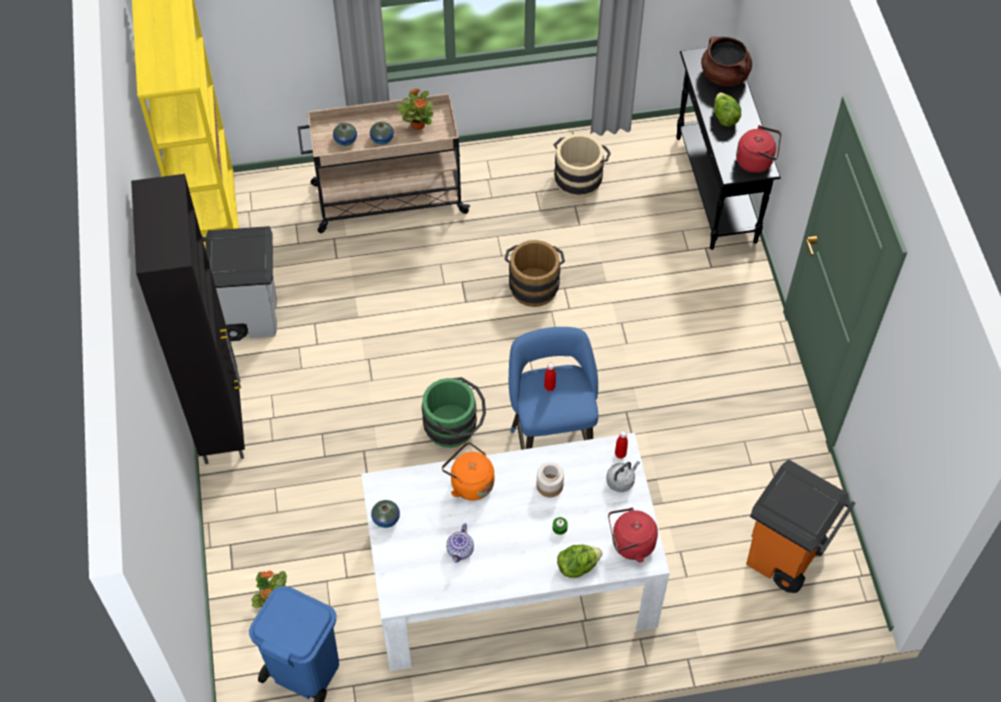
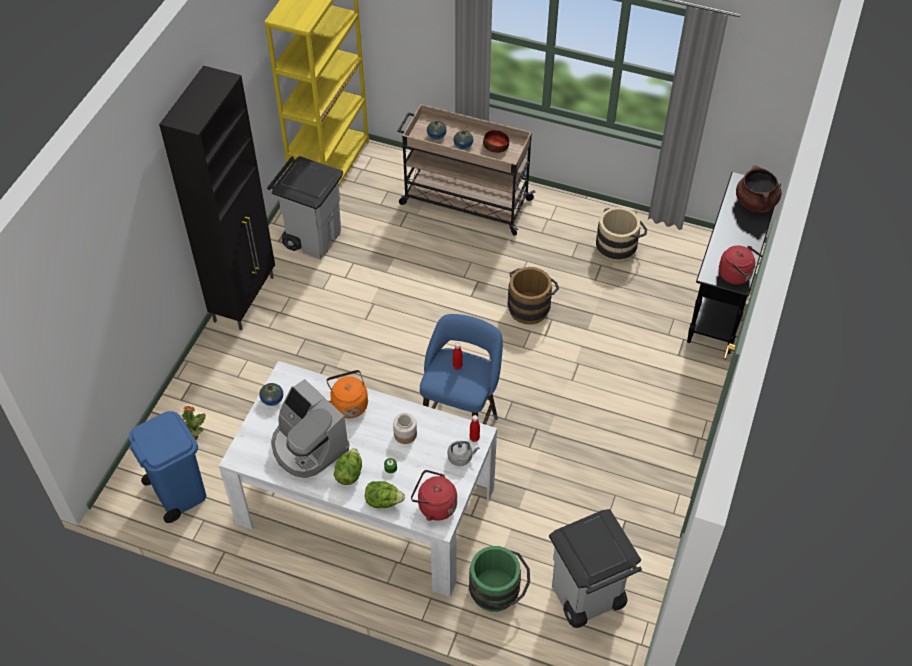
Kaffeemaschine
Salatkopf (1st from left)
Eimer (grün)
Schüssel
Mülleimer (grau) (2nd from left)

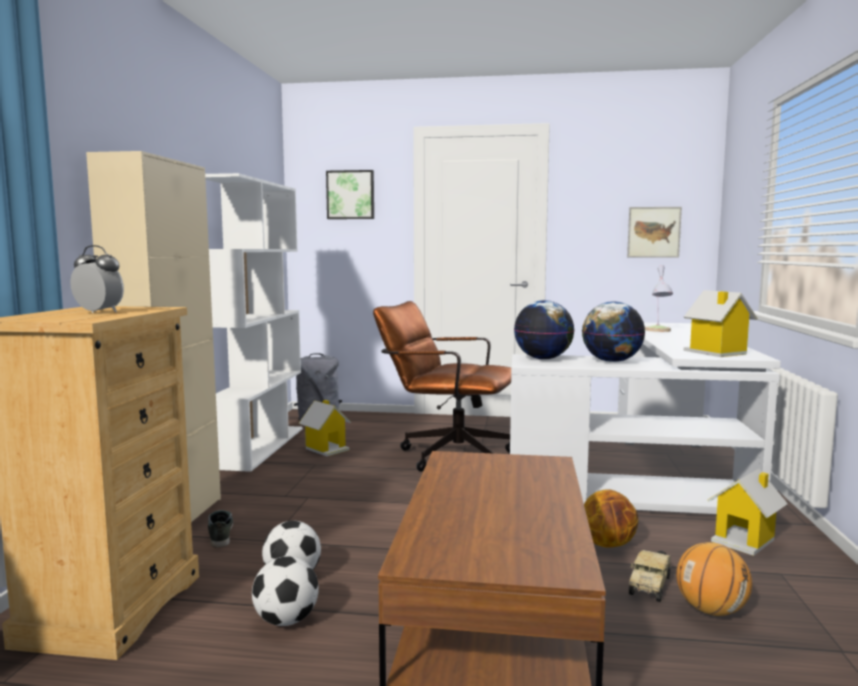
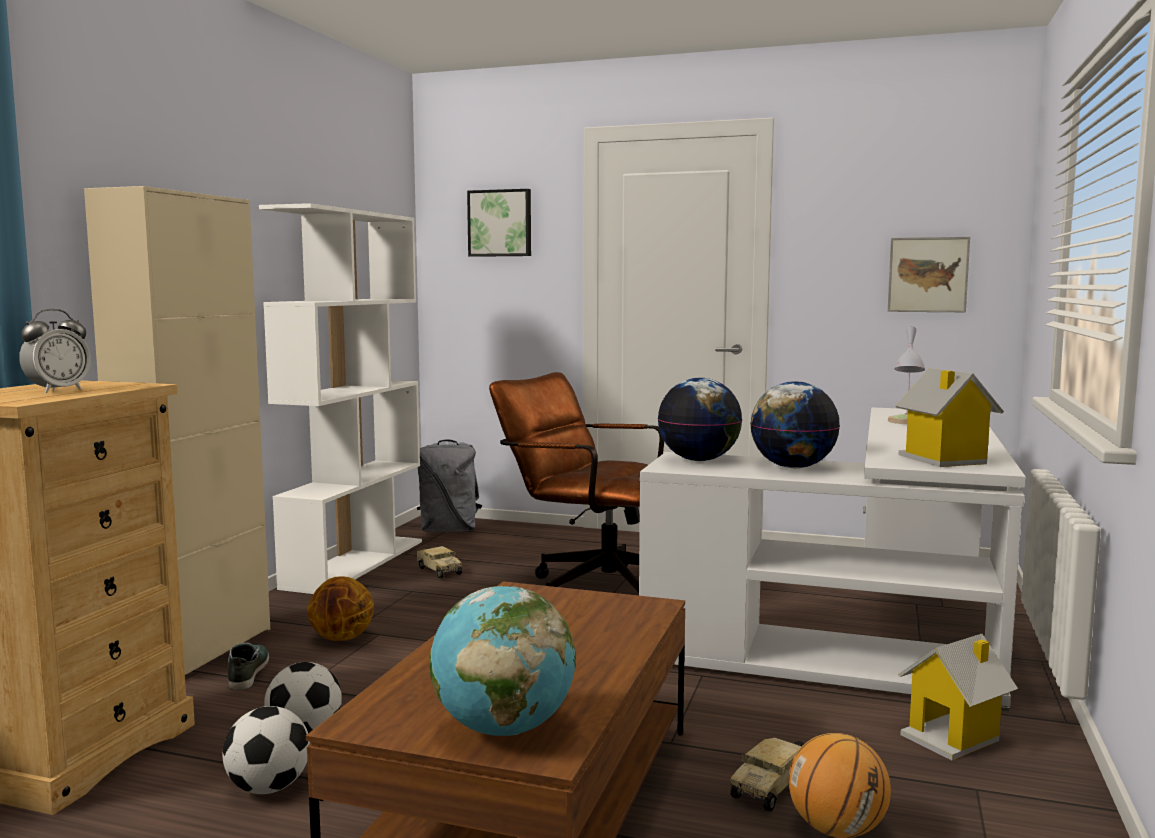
Wecker
Basketball (1st from left)
Spielzeuglaster (1st from left)
Globus (1st from left)

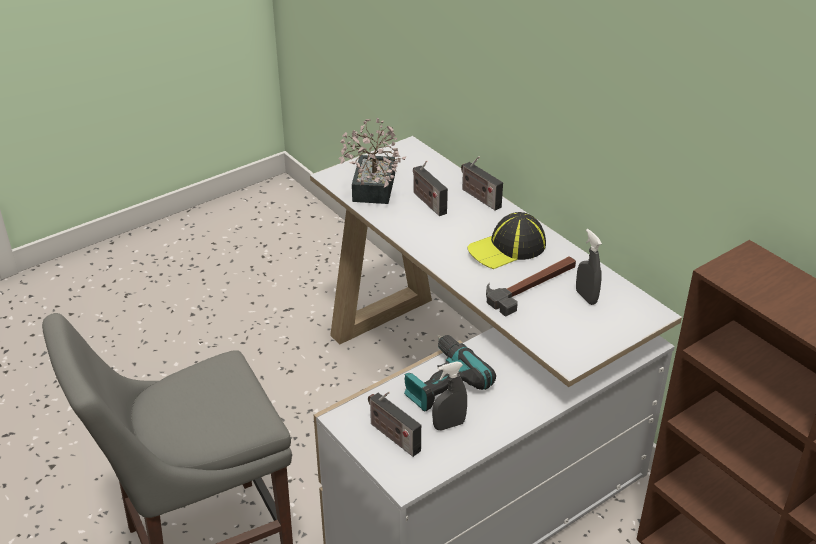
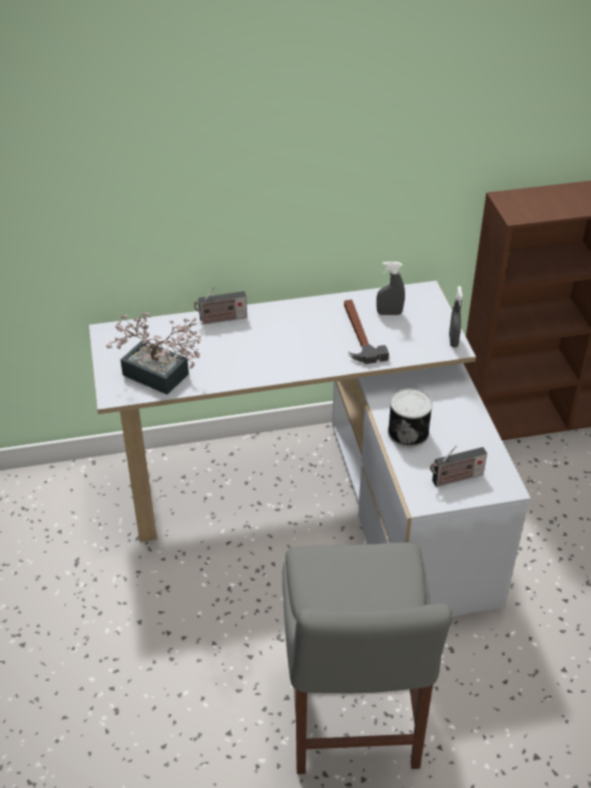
Dose
Sprühflasche (grau) (2nd from left)
Radio (2nd from left in the first image)
Kappe

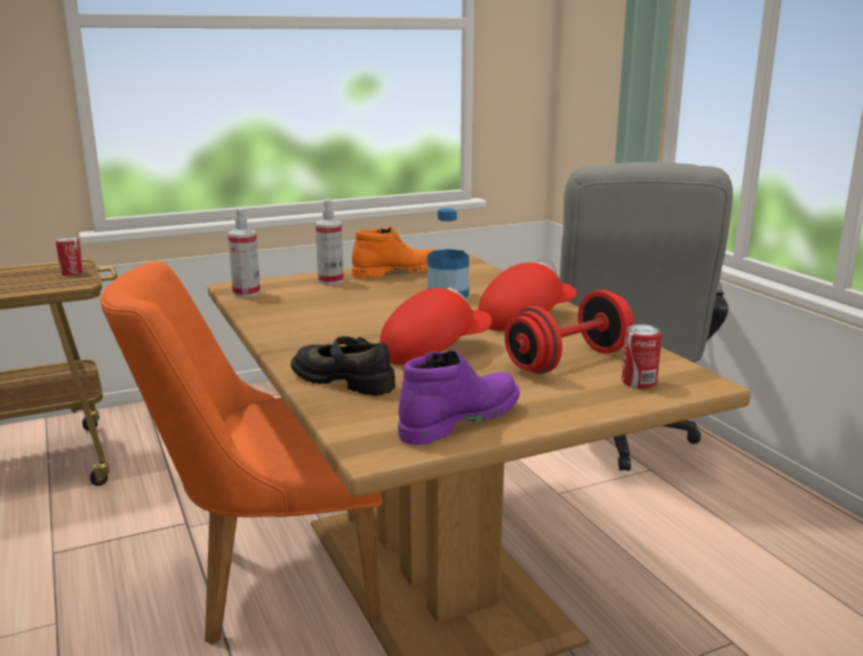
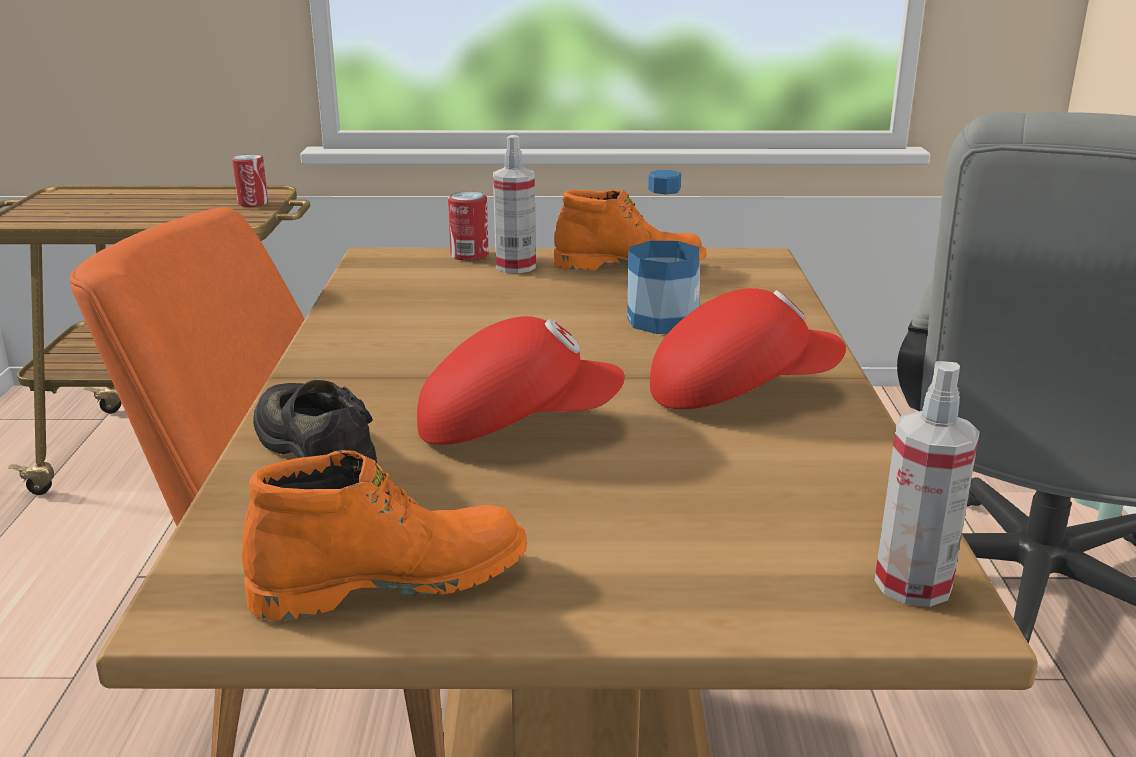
Stiefel (orange) (1st from left)
Dose (2nd from left)
Sprühflasche (2nd from left)
Hantel (rot)

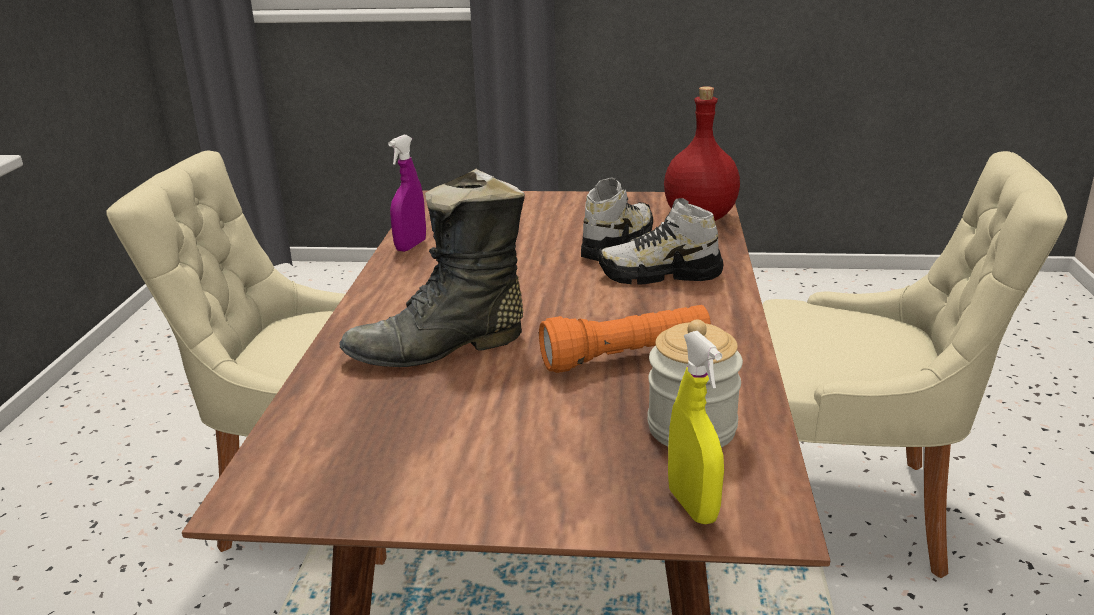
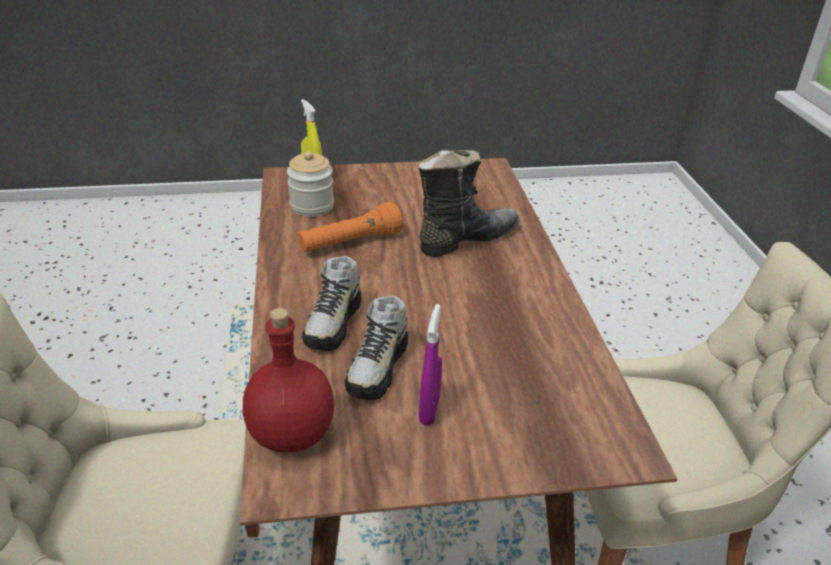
Schuh (1st from left)
Sprühflasche (lila)

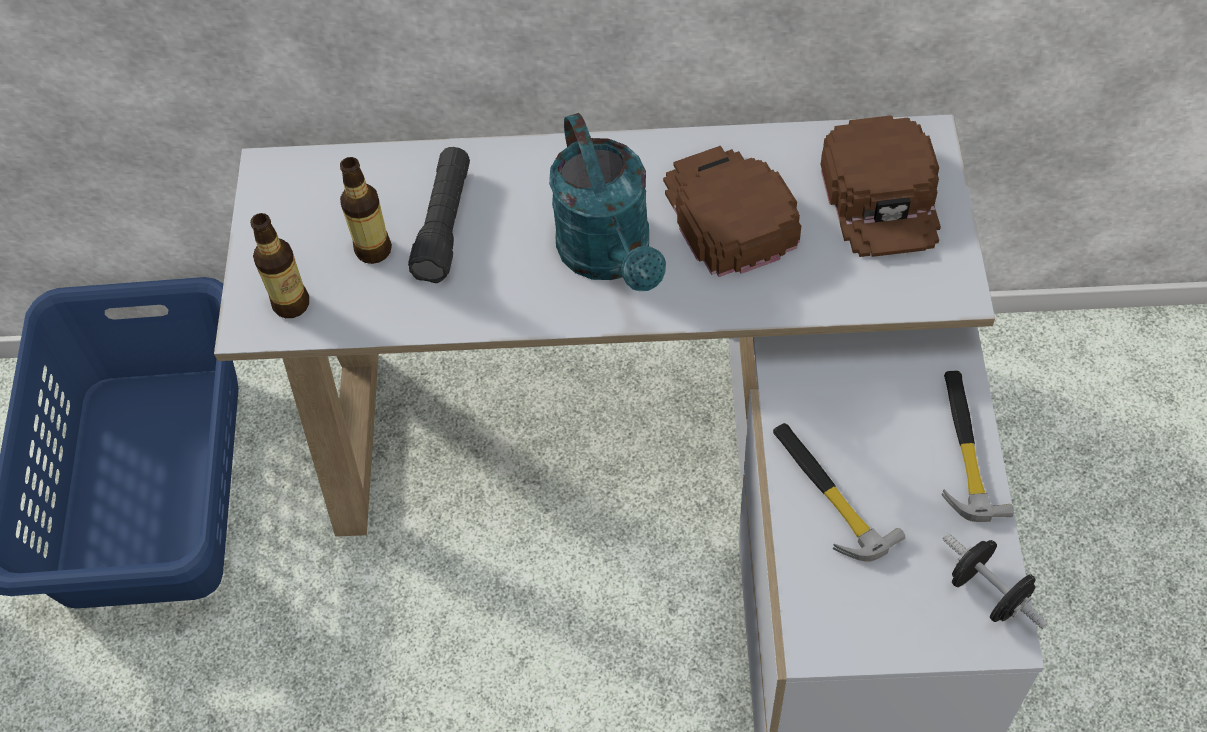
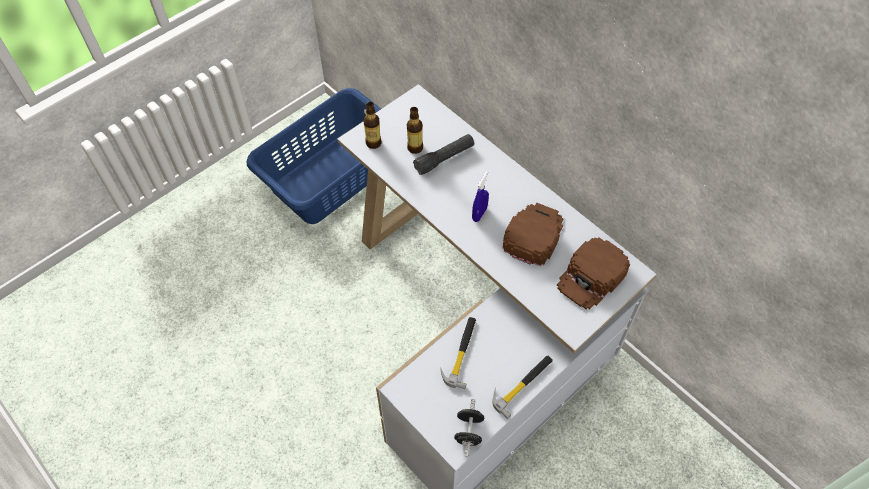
Sprühflasche (blau)

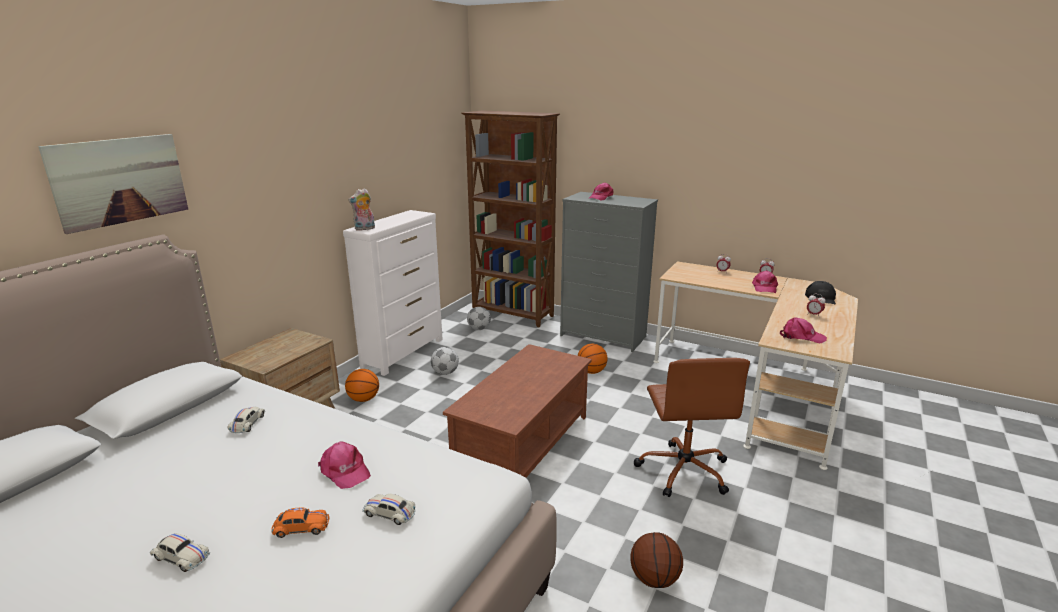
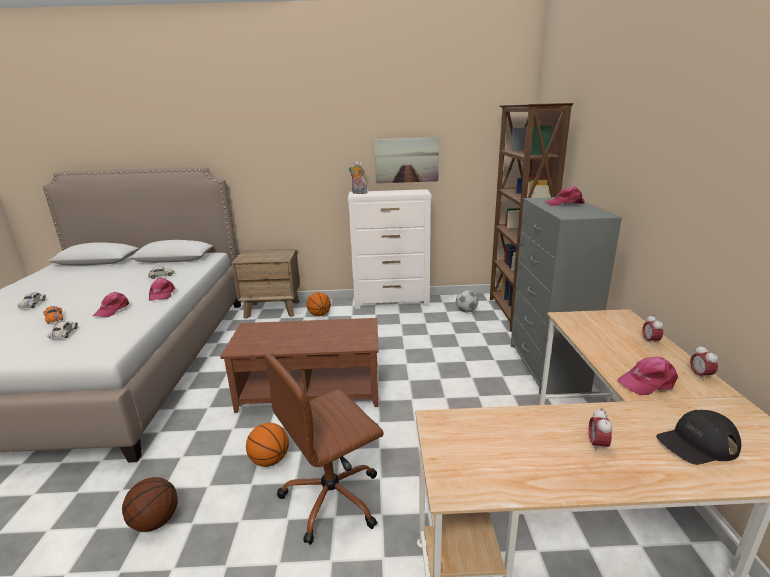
Kappe (rosa) (2nd from left)
Basketball (2nd from left)
Bild
Fußball (1st from left in the first image)

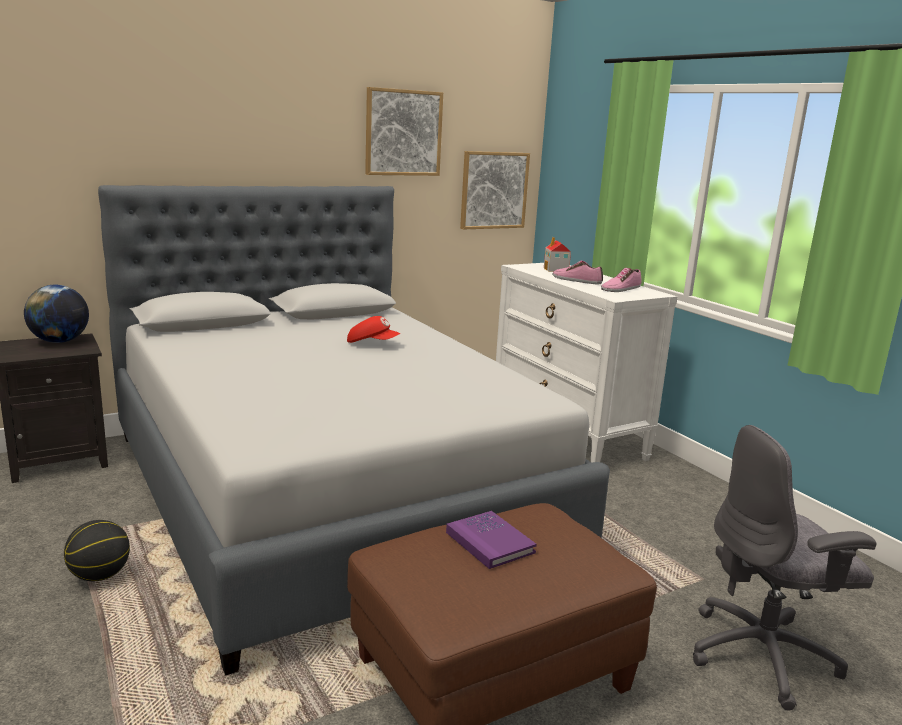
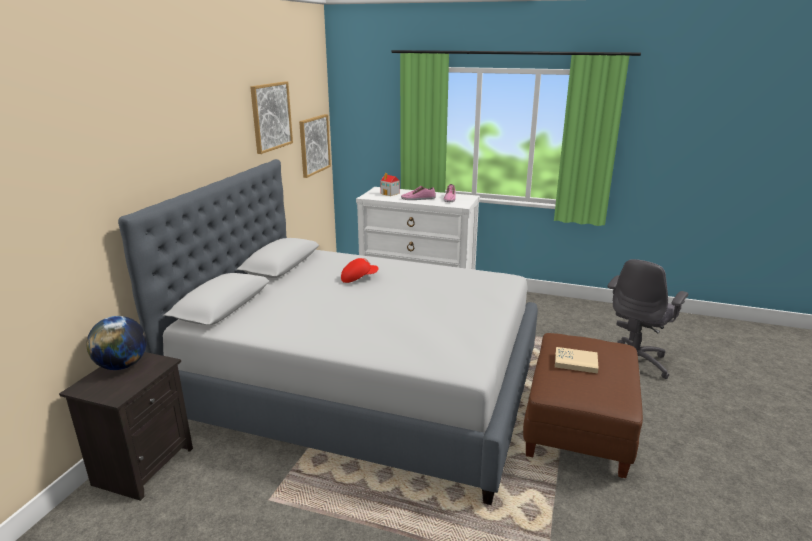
Buch (beige)
Basketball

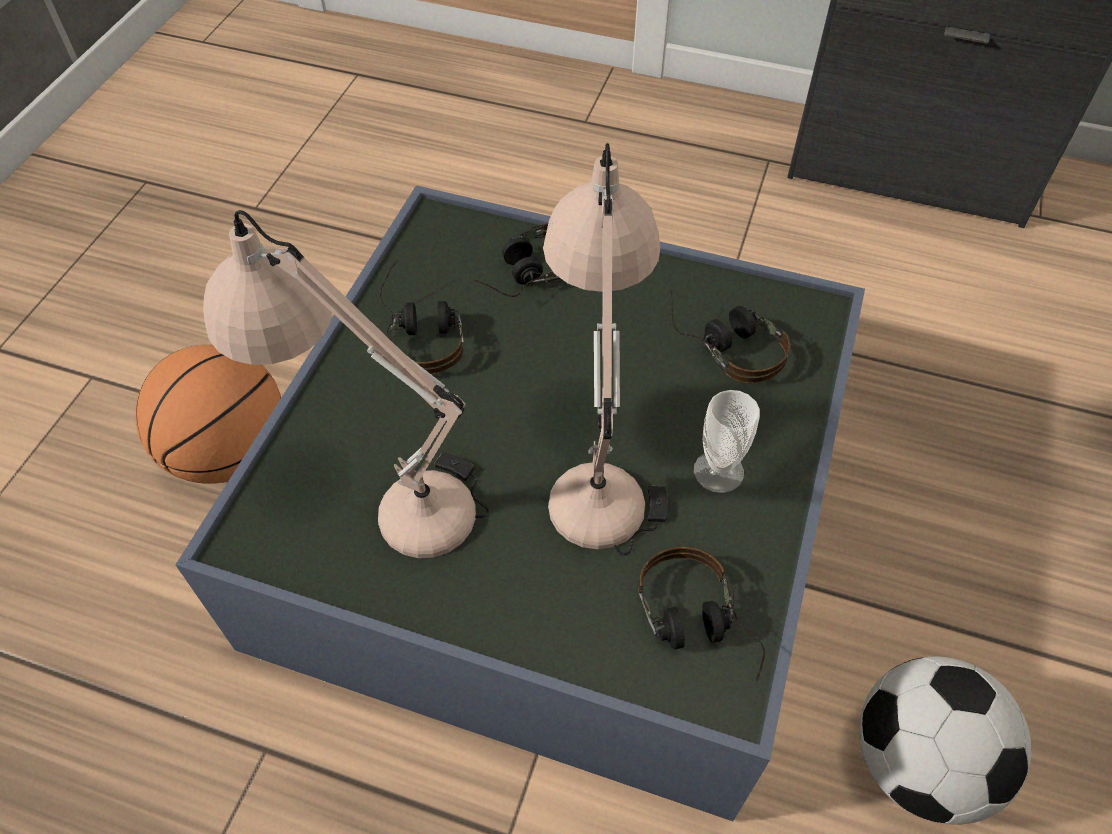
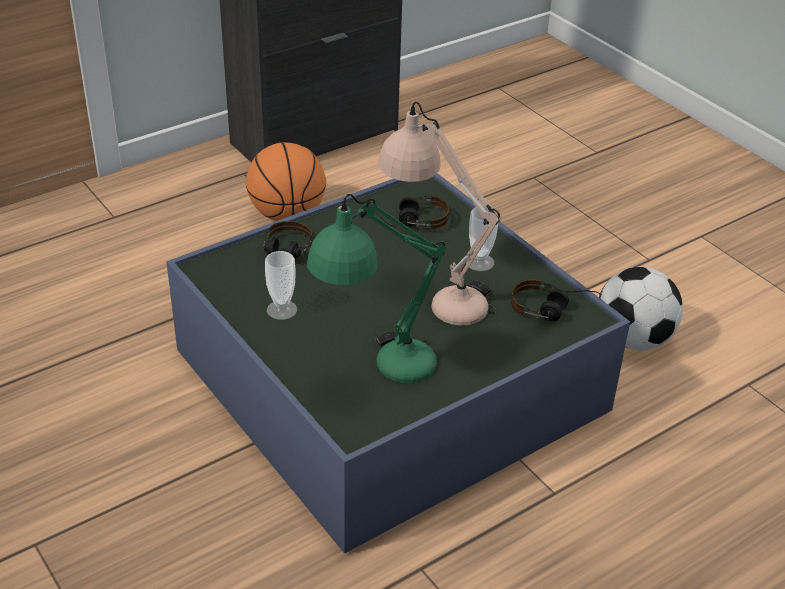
Basketball
Tasse (1st from left)
Tischlampe (grün)

